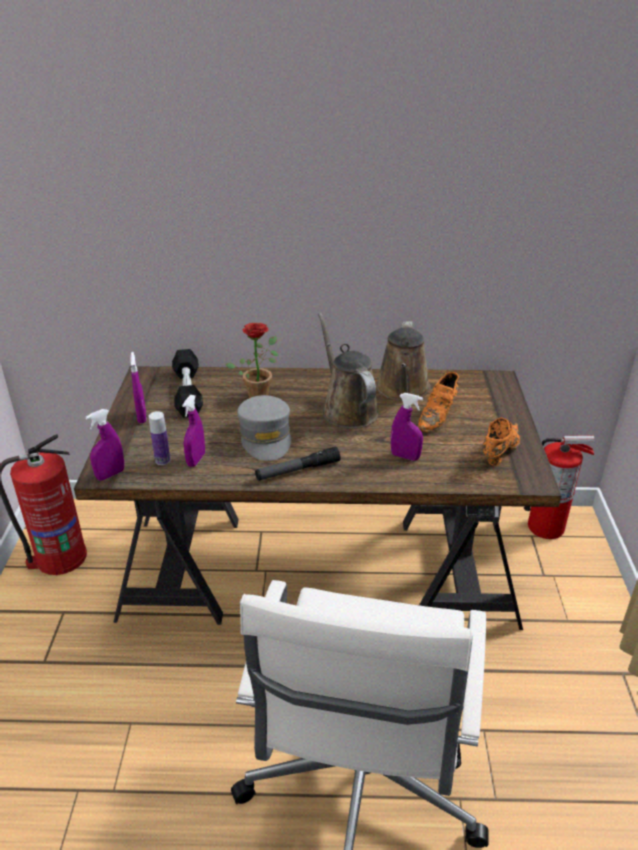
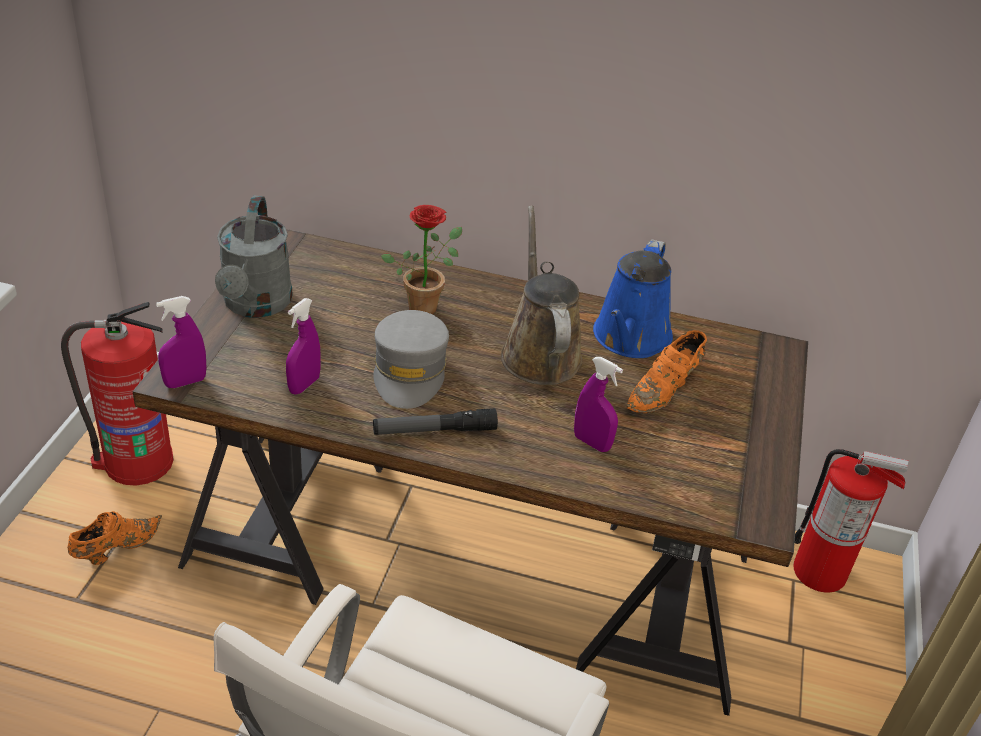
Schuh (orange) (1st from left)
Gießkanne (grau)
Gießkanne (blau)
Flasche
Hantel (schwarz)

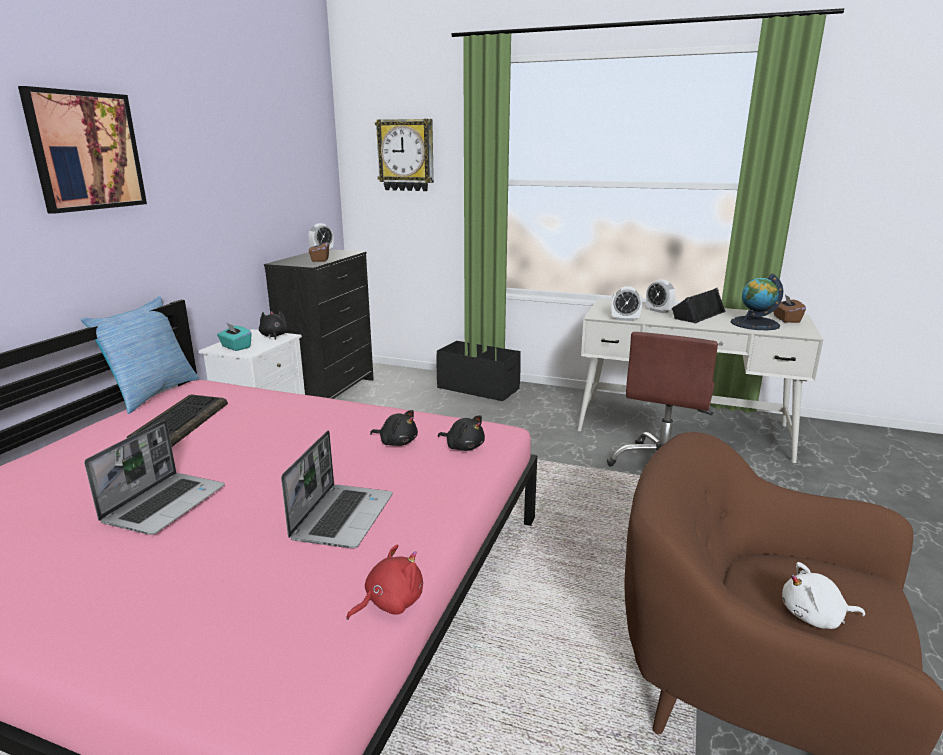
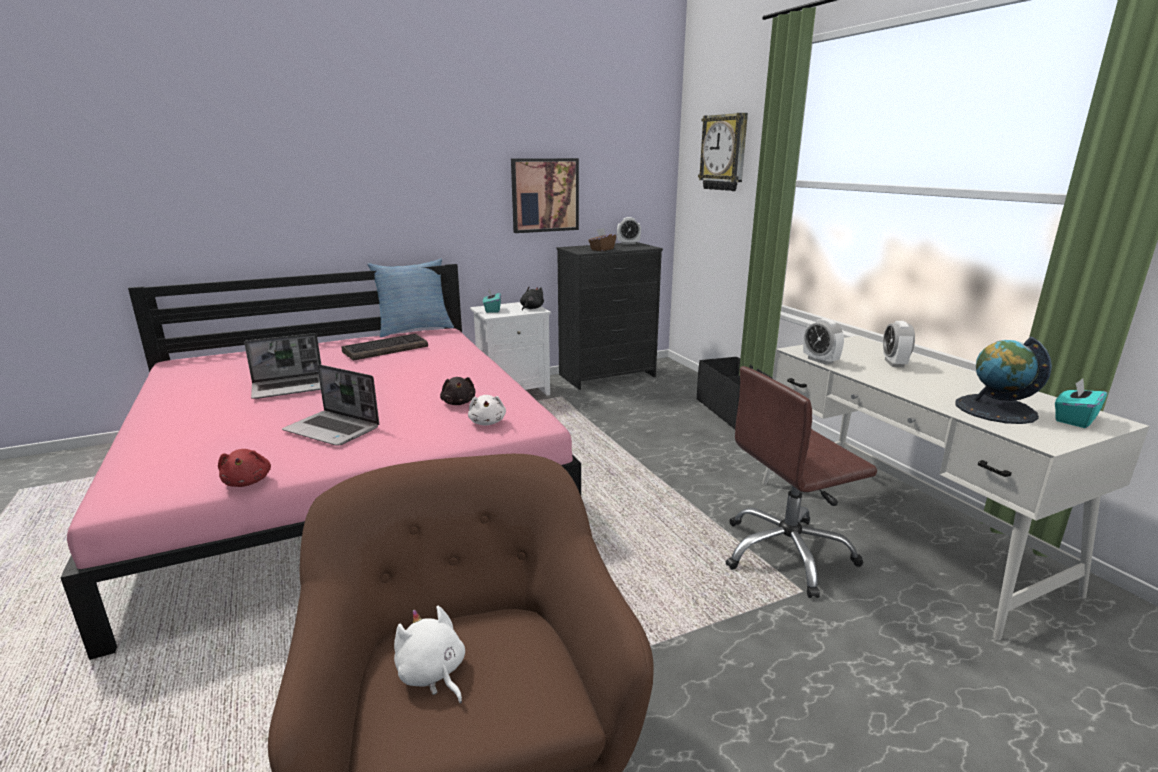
Plüschtier (rot)
Laptop (2nd from left)
Plüschtier (weiß) (2nd from left)
Bild
Taschentuchbox (türkis) (2nd from left)
Lautsprecher (schwarz)

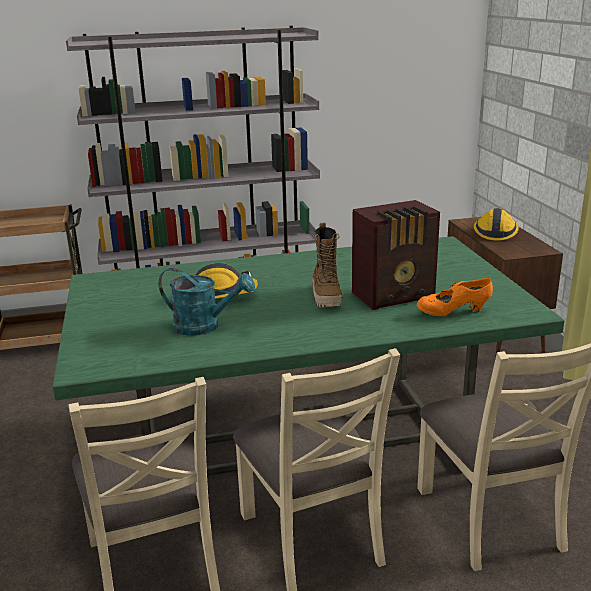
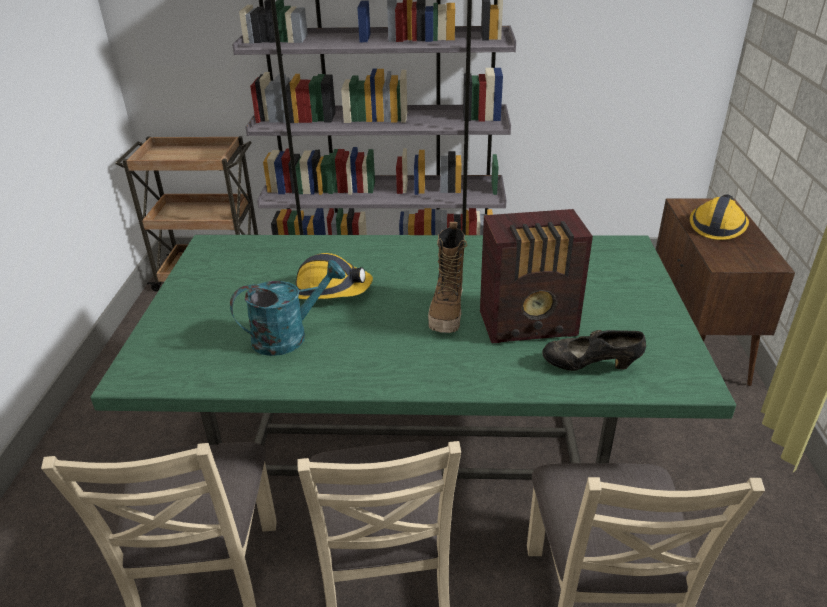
Gießkanne (türkis)
Schuh (schwarz)

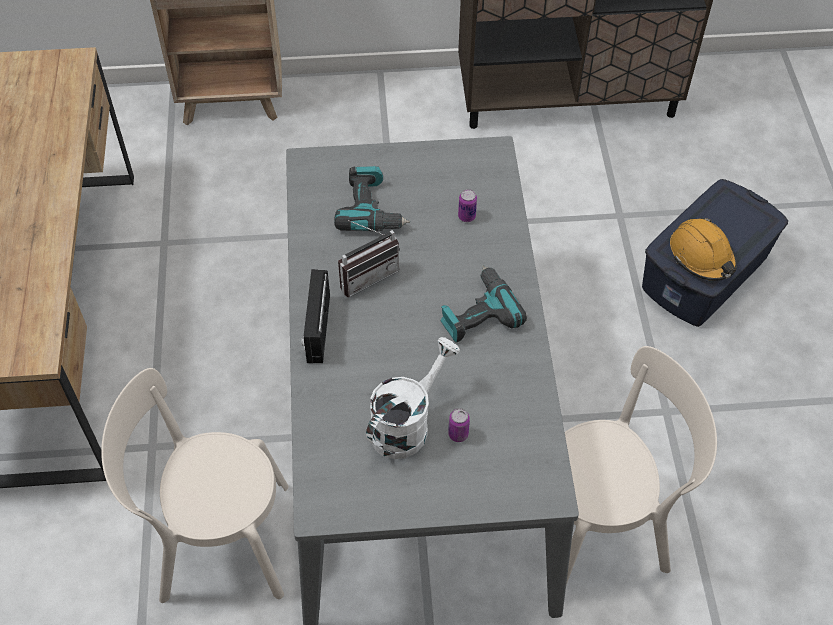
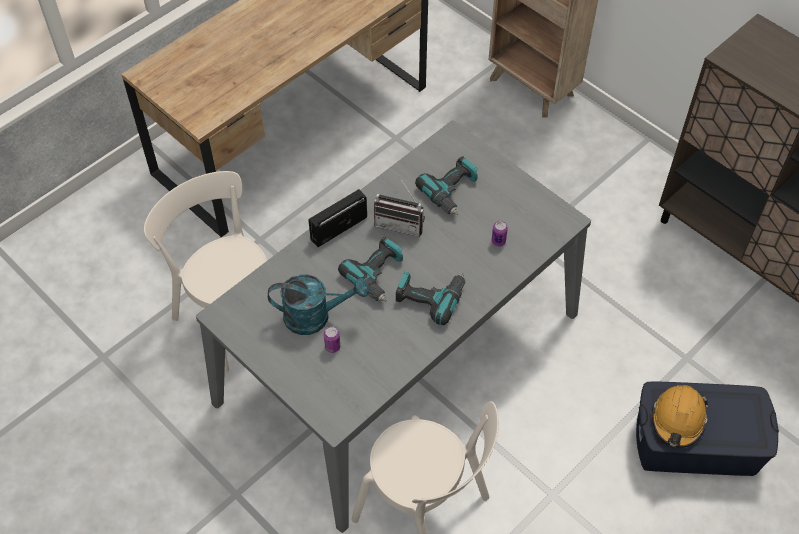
Gießkanne (türkis)
Bohrmaschine (1st from left)

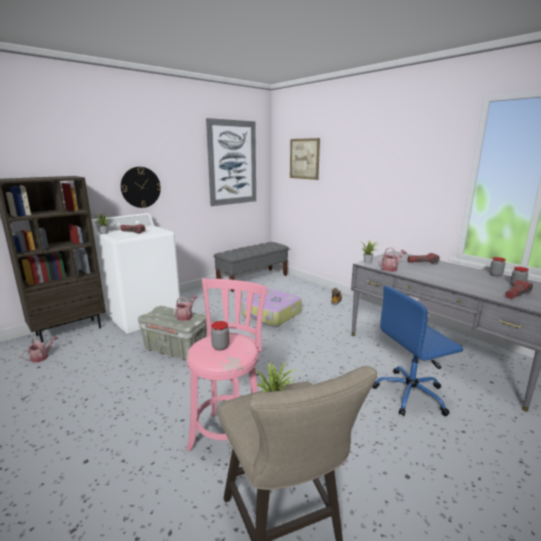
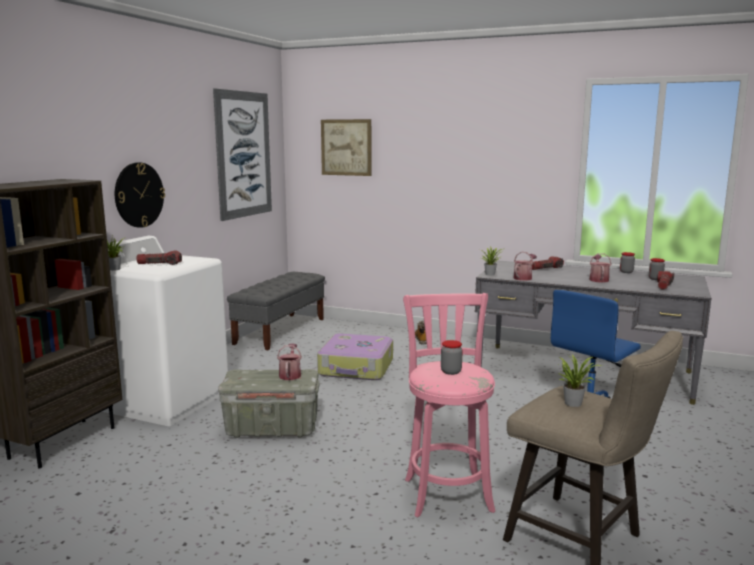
Gießkanne (3rd from left)

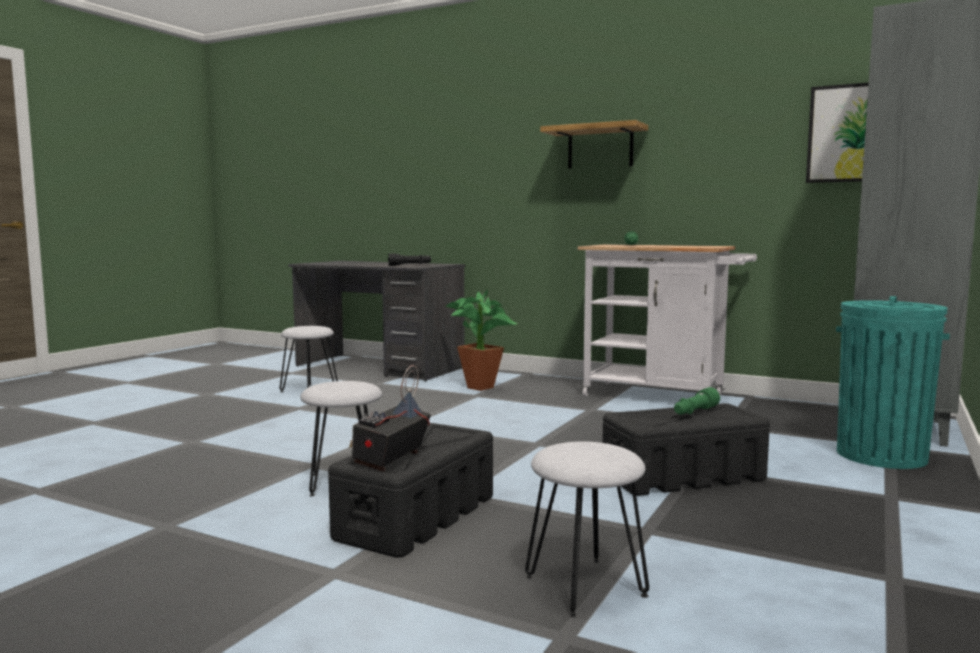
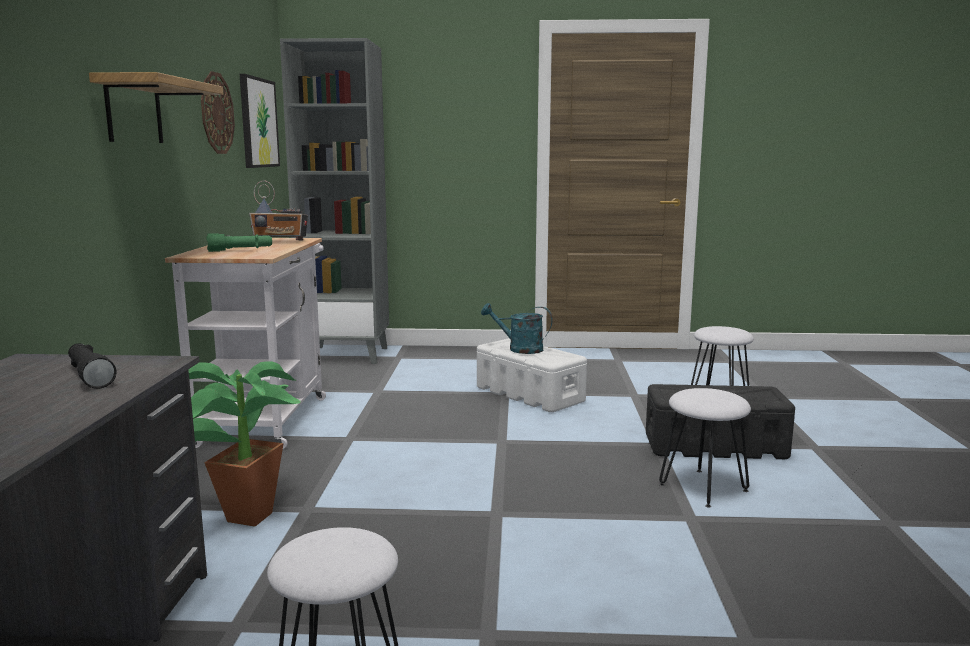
Wanduhr
Radio
Aufbewahrungsbox (weiß)
Gießkanne (türkis)
Mülleimer (türkis)

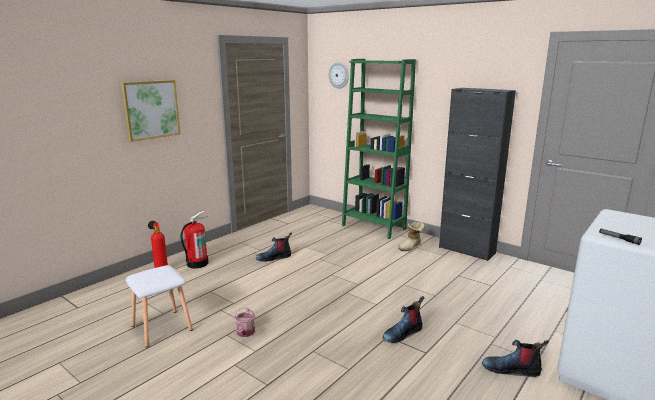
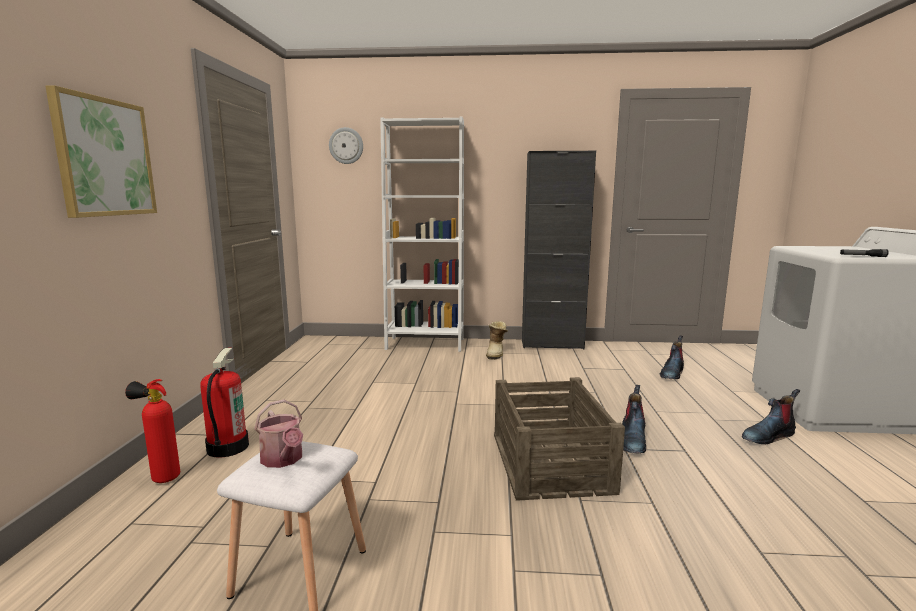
Gießkanne
Bücherregal (weiß)
Kiste
Stiefel (3rd from left)

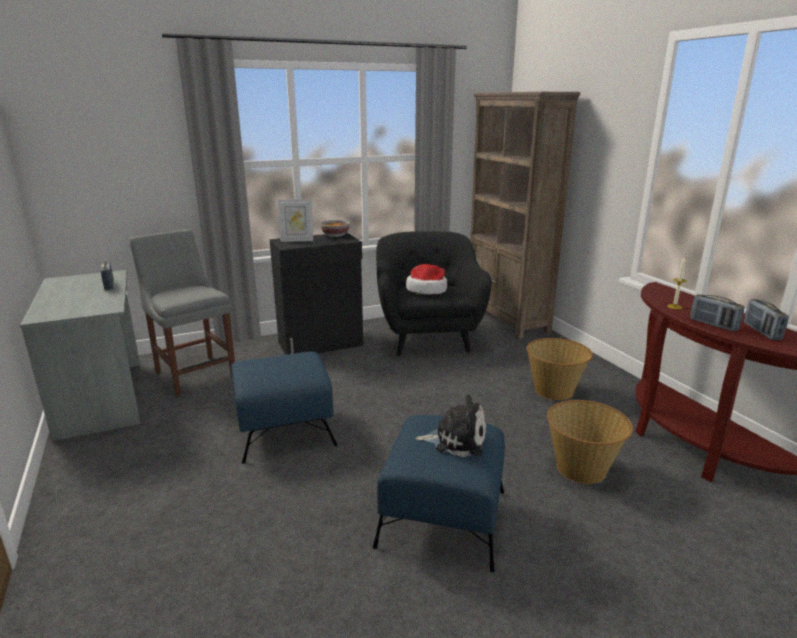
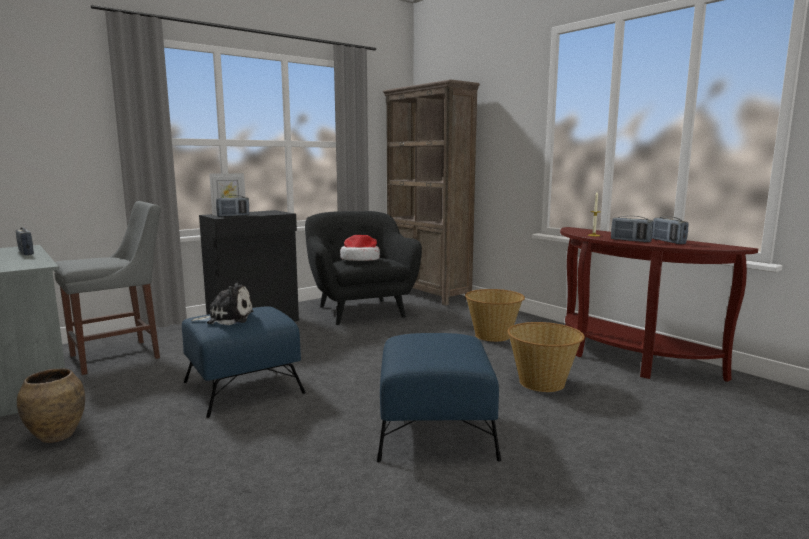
Vase (braun)
Stuhl (grau)
Plüschtier
Radio (2nd from left)
Schüssel

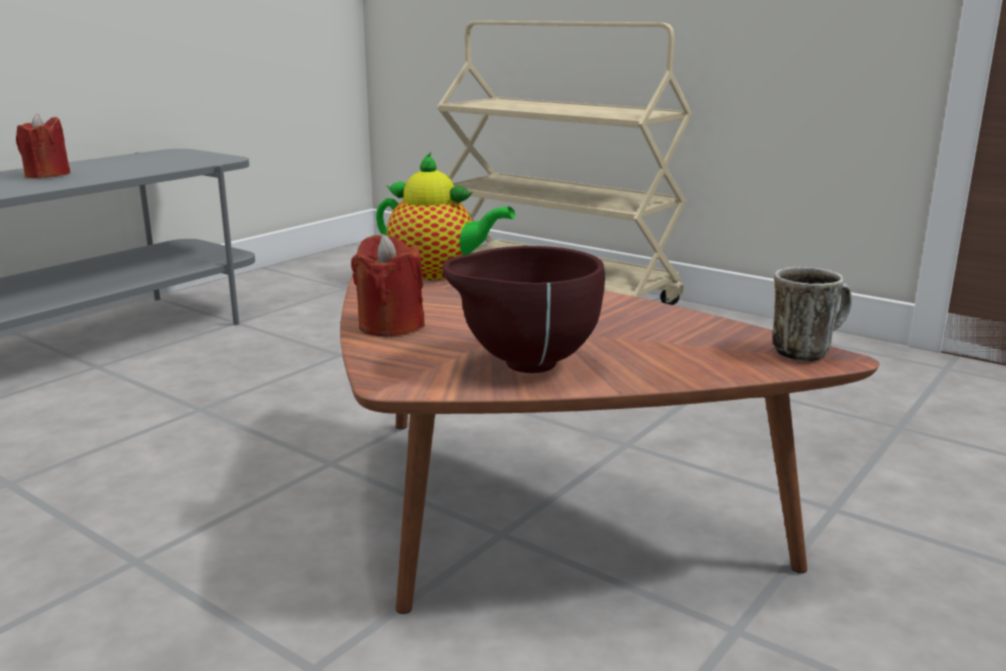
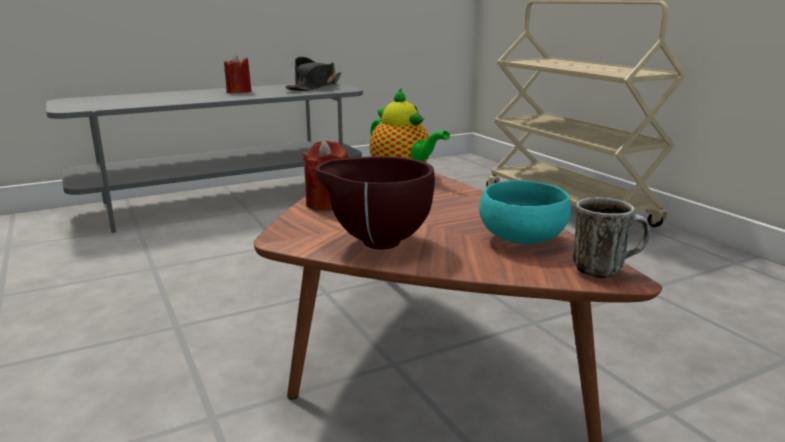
Hut (schwarz)
Schüssel (türkis)

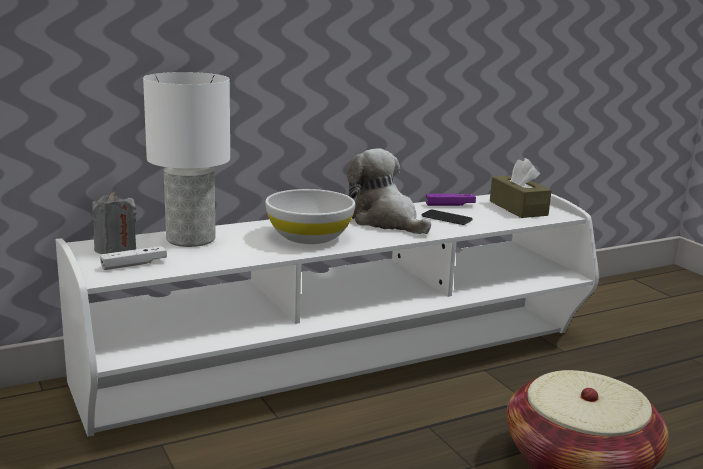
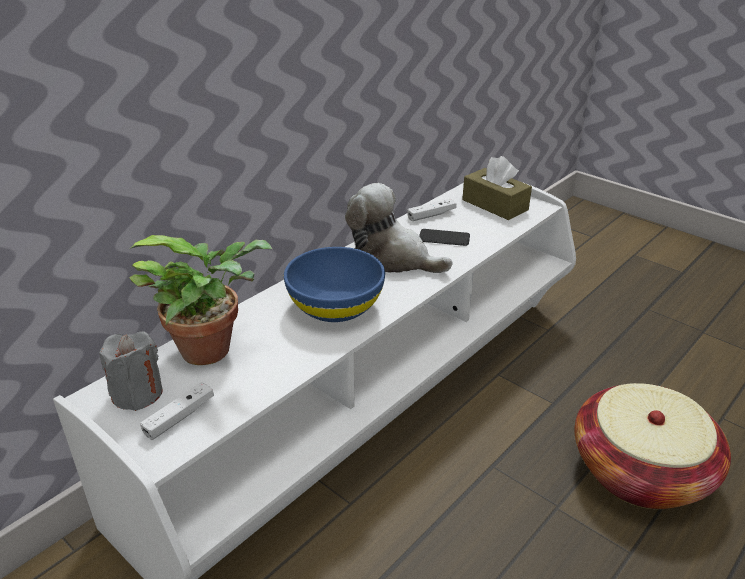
Topfpflanze
Schüssel (blau)
Gamepad (weiß) (2nd from left)

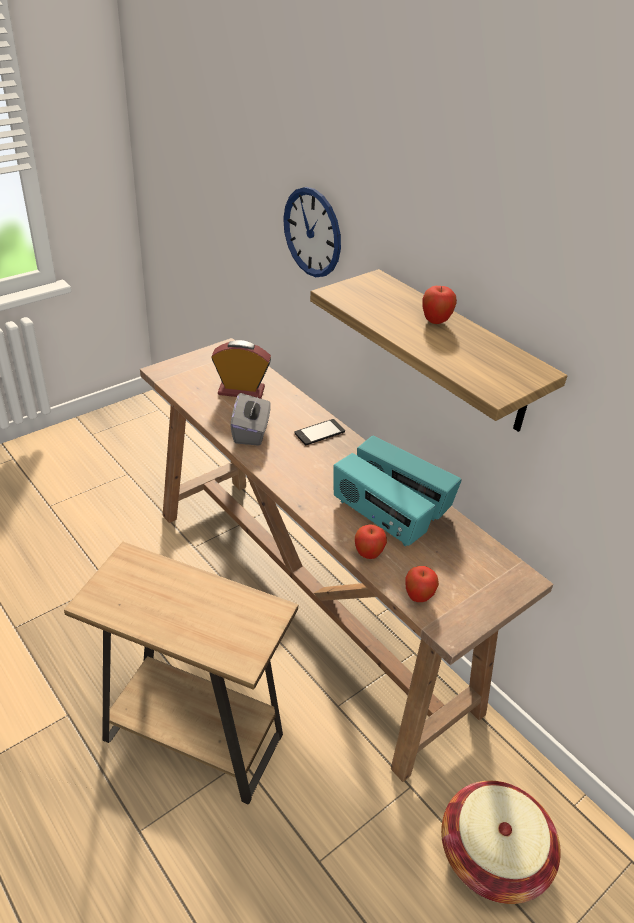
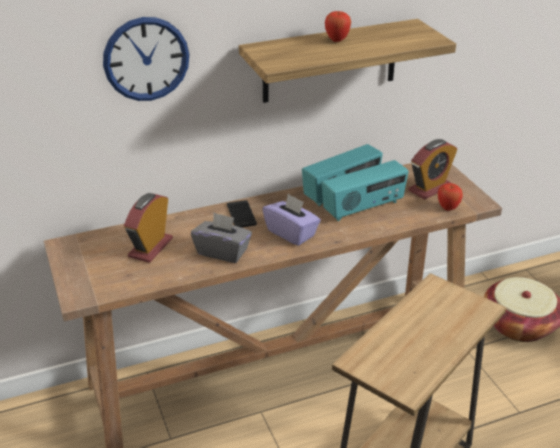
Taschentuchbox (lila)
Wecker (2nd from left)
Apfel (1st from left in the first image)

